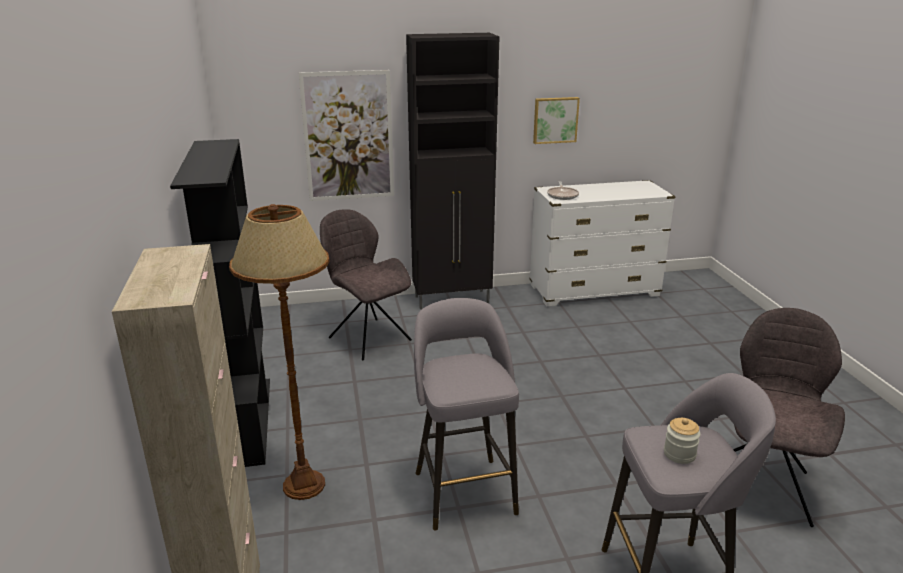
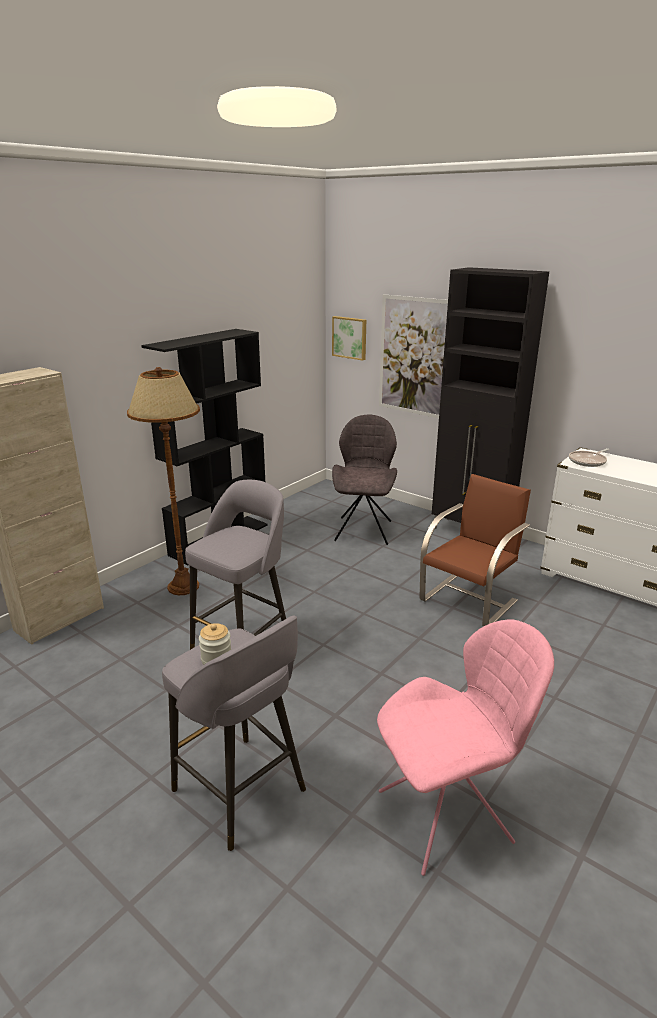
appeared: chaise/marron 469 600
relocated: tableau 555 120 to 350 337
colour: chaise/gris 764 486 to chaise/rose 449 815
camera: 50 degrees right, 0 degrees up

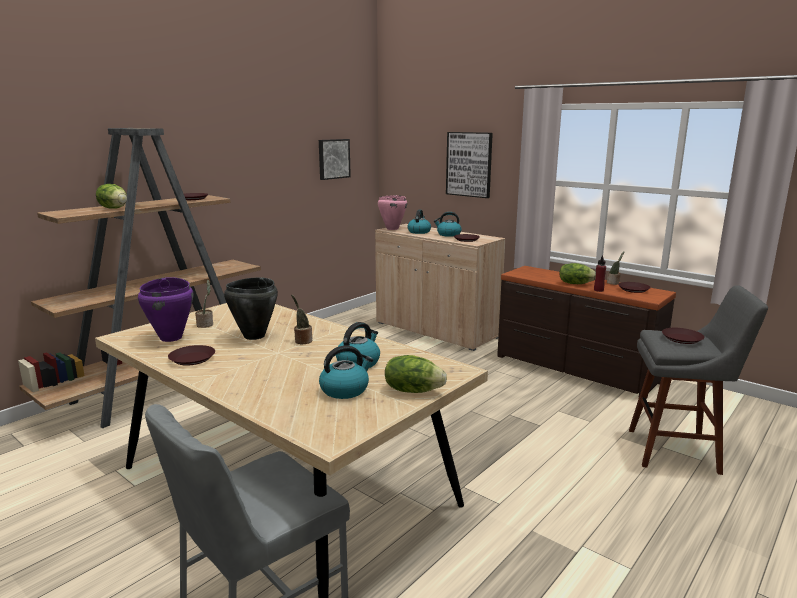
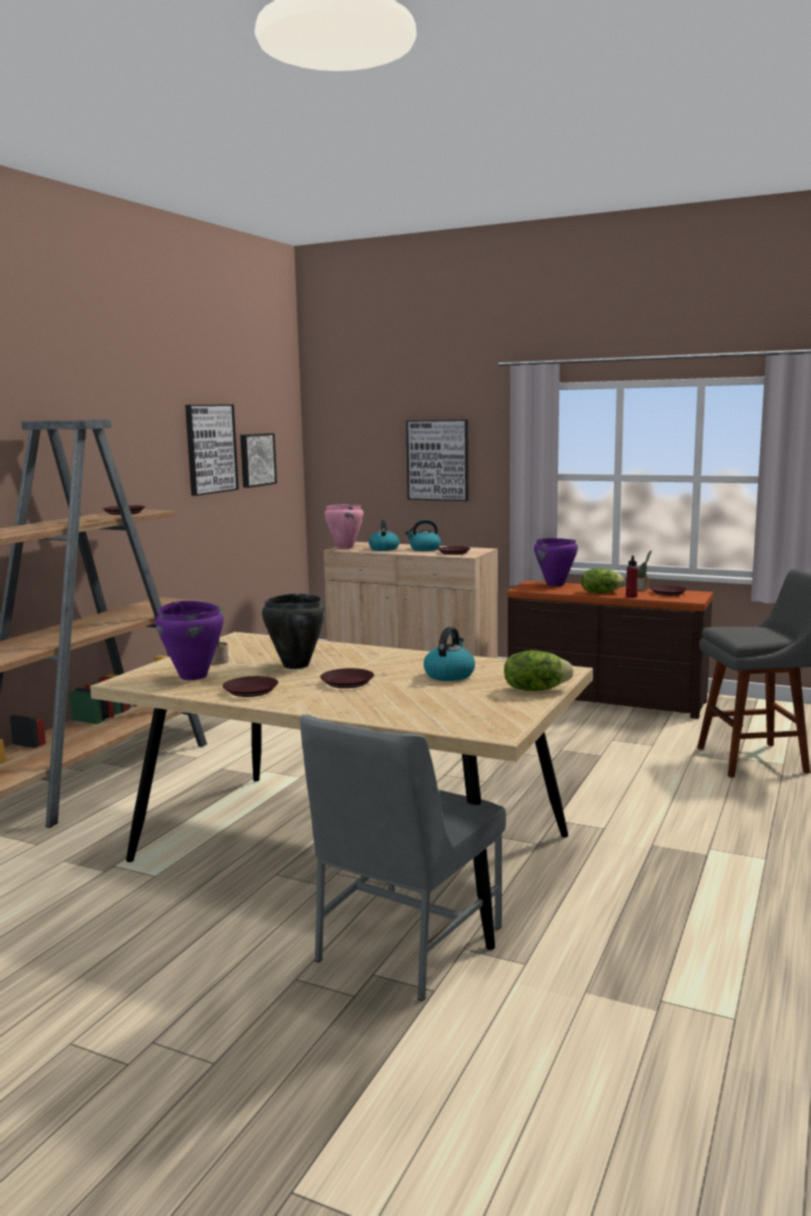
missing: laitue 114 208; plante en pot 302 341; bouilloire 345 389
appeared: tableau 210 449; marmite/violet 555 585
relocated: assiette/marron 682 339 to 347 683
camera: 15 degrees left, 5 degrees down

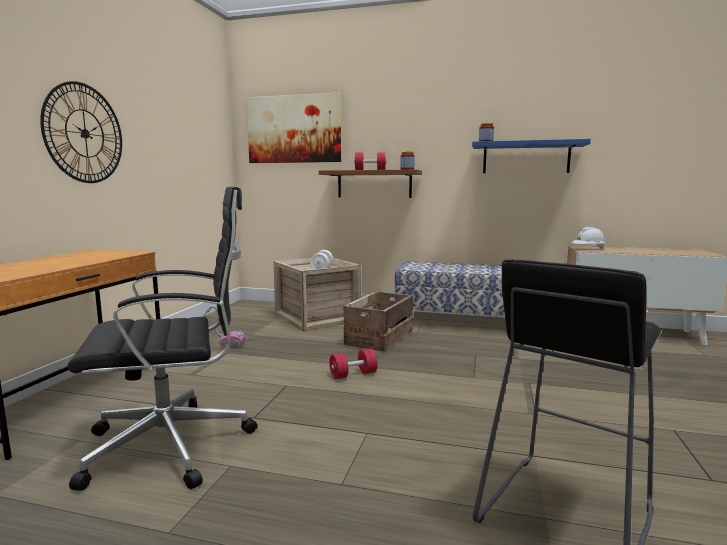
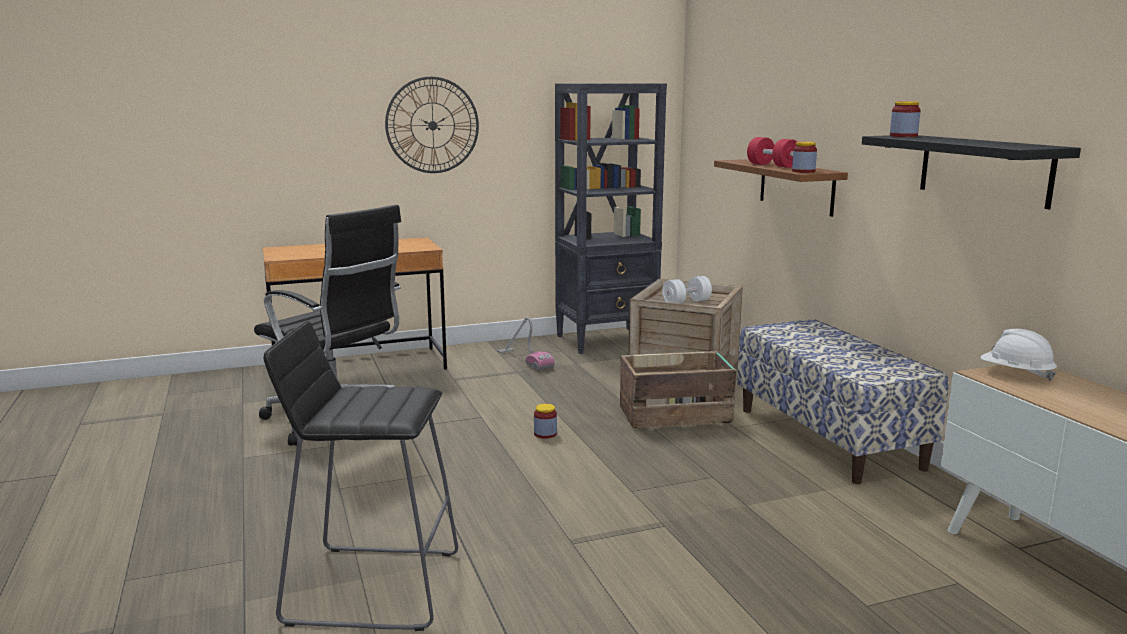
missing: tableau 294 129
appeared: bibliothèque/noir 607 340
exchanged: haltère/rouge 353 375 to bocal 545 434
colour: étagère/bleu 526 158 to étagère/noir 984 169
camera: 55 degrees right, 5 degrees up

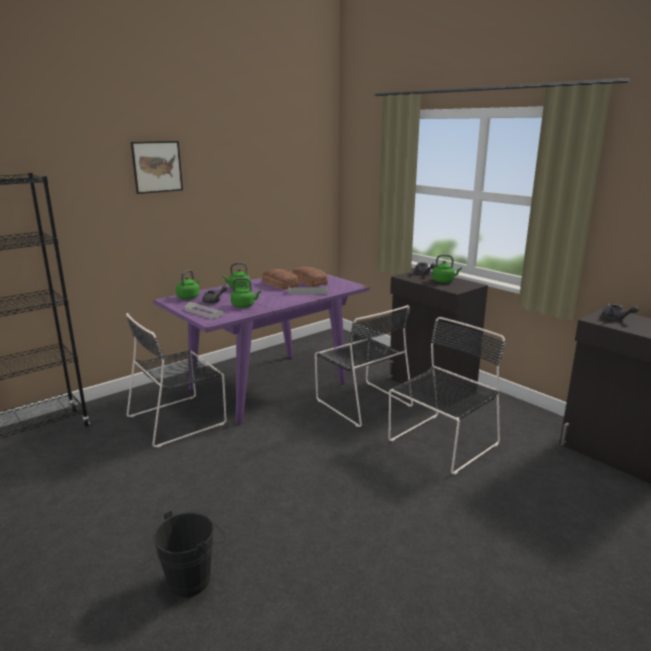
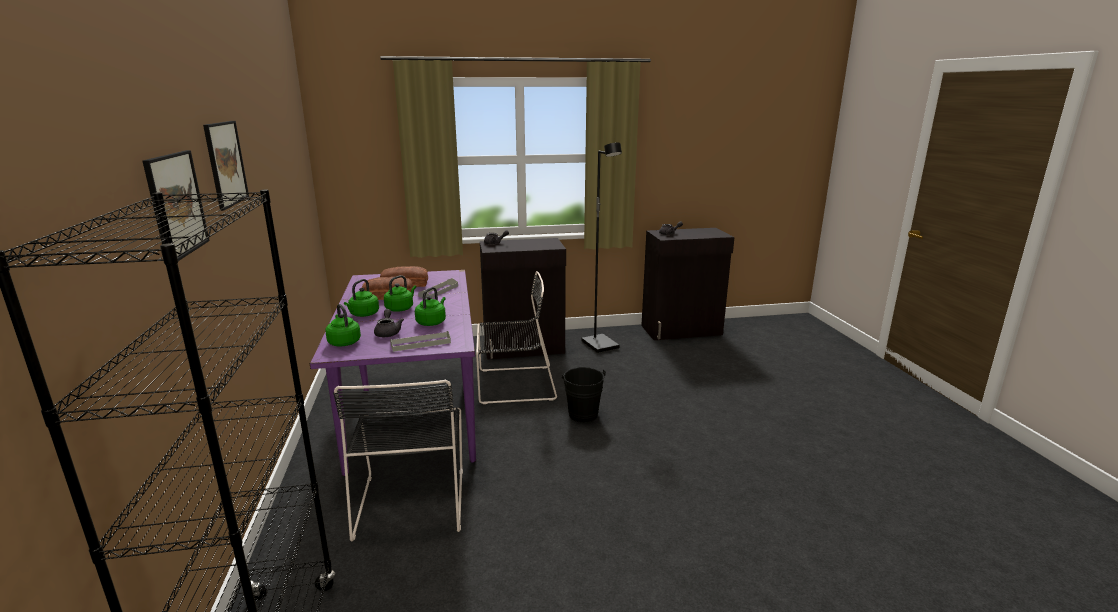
missing: chaise/noir 441 444
appeared: lampadaire/noir 601 345; tableau 176 205
relocated: bouilloire/vert 444 281 to 400 308; seau/noir 193 578 to 582 413
camera: 60 degrees left, 0 degrees up

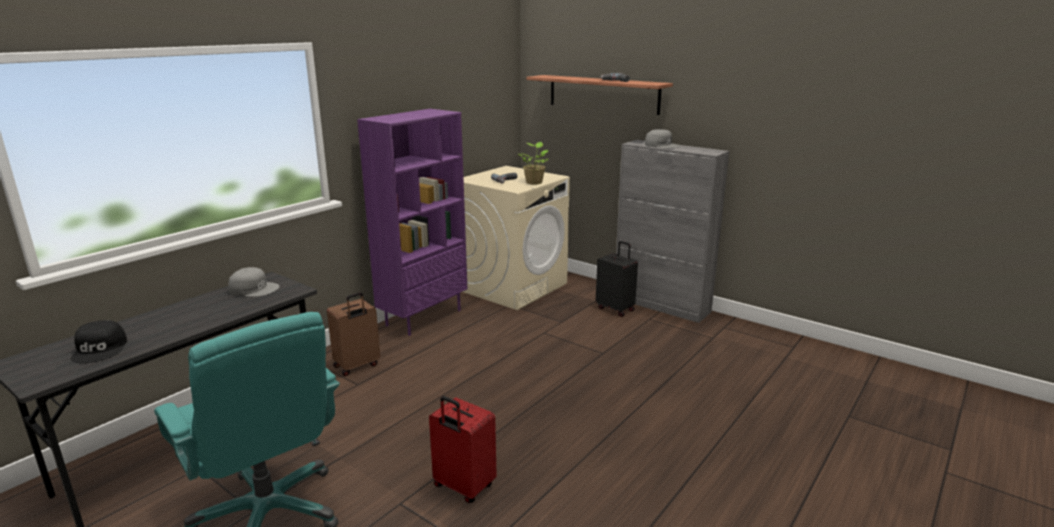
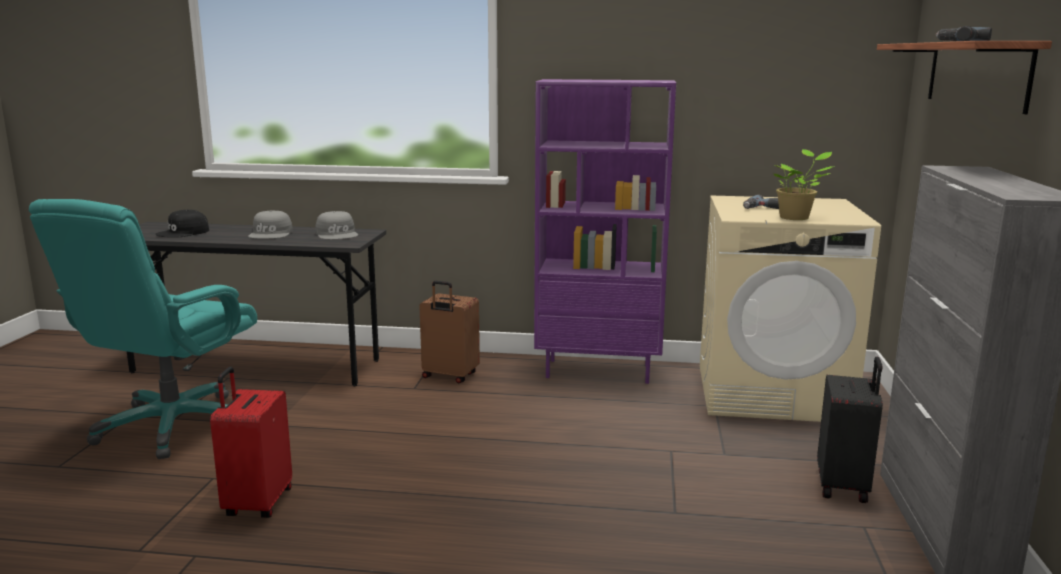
relocated: casquette/gris 662 145 to 271 233
camera: 60 degrees right, 5 degrees down

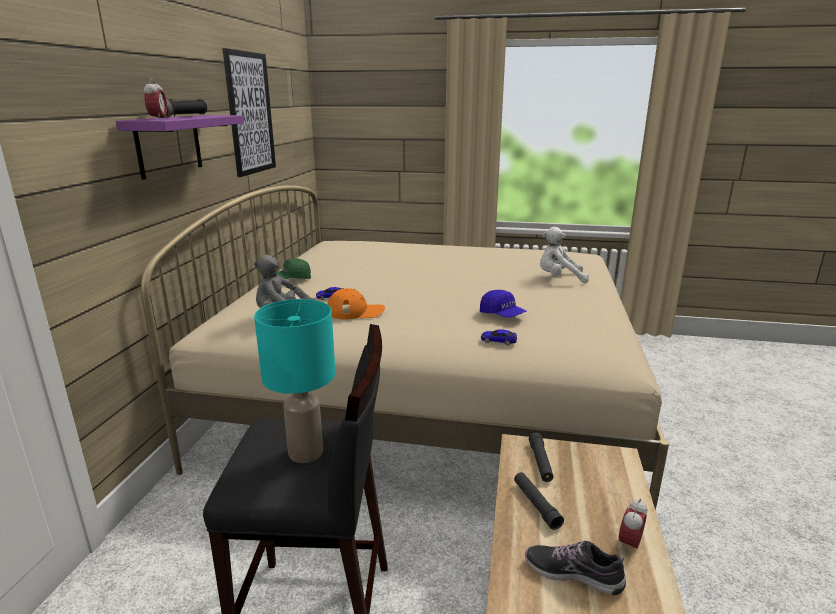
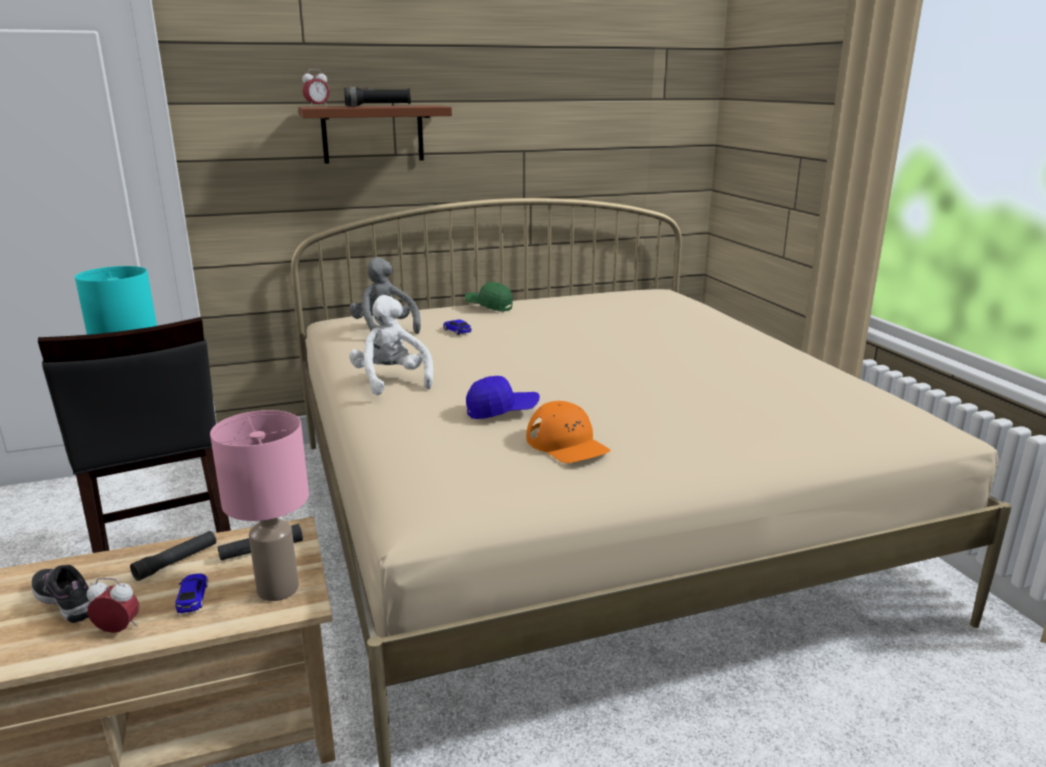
missing: tableau 250 113
appeared: lampe de table/rose 276 589
relocated: peluche/blanc 559 279 to 391 381; casquette/orange 355 311 to 567 444; petite voiture 498 341 to 192 598
colour: étagère/violet 169 145 to étagère/marron 373 134
spun: casquette/bleu 502 315 = 502 411 120 degrees counterclockwise; chaussure 573 574 = 66 601 45 degrees counterclockwise
camera: 60 degrees right, 0 degrees up

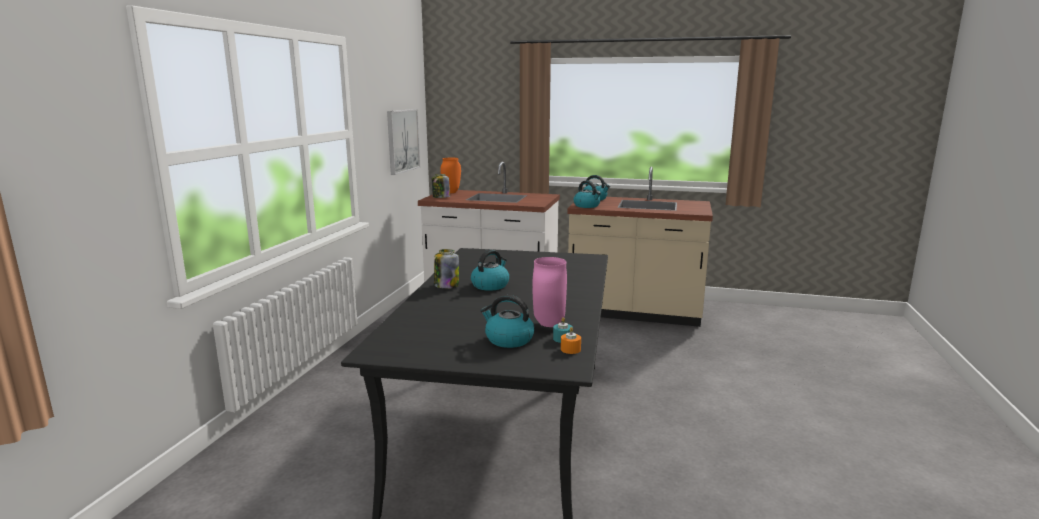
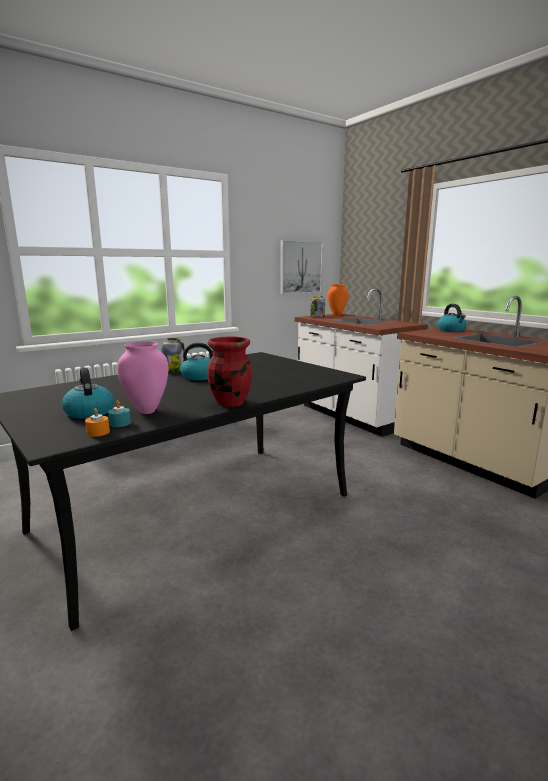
missing: bouilloire 587 206
appeared: vase/rouge 230 403
camera: 40 degrees right, 0 degrees up

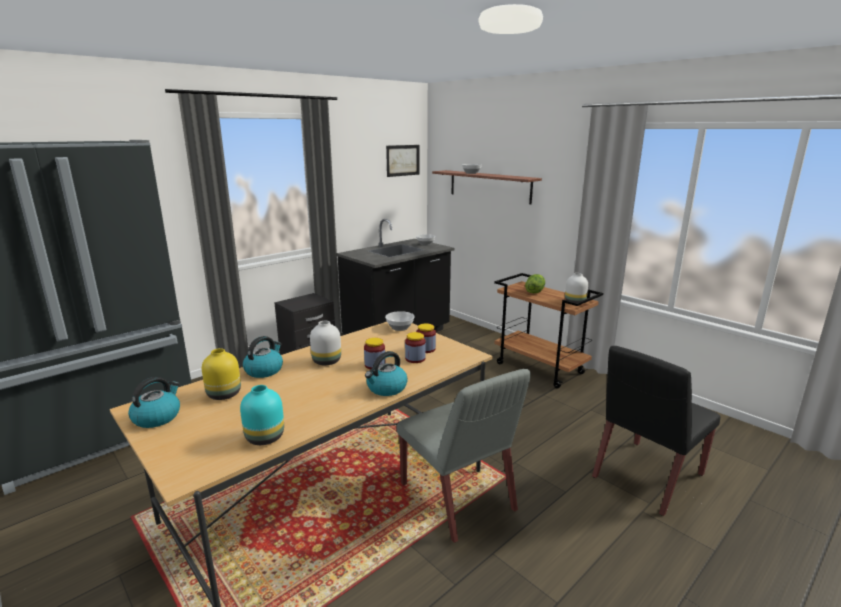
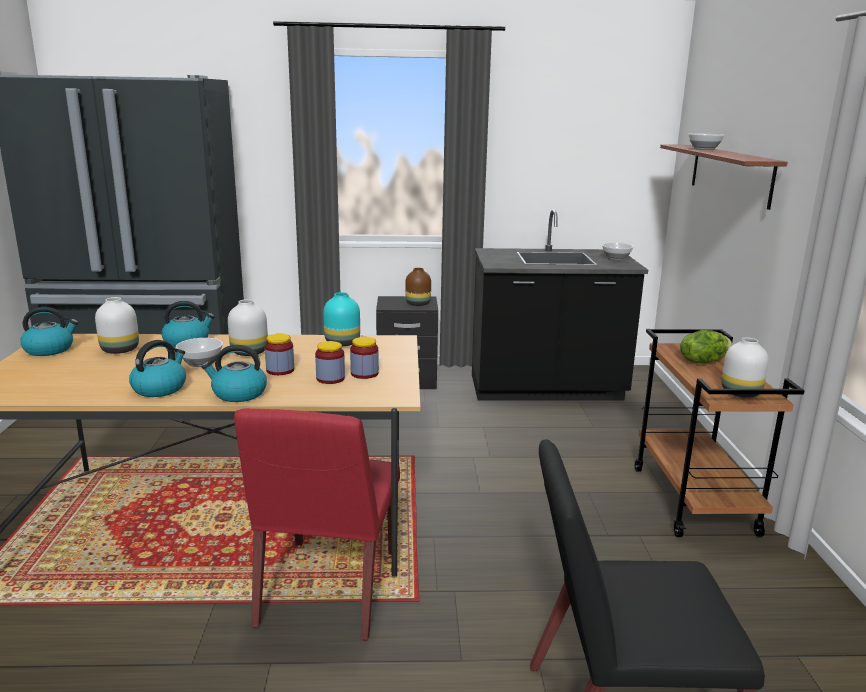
missing: tableau 403 160
appeared: vase/marron 418 304; bouilloire 160 388
relocated: bol 400 327 to 202 362; vase/turquoise 264 437 to 341 343
colour: vase/jaune 223 395 to vase/blanc 119 350; chaise/gris 458 498 to chaise/rouge 328 589
camera: 40 degrees right, 0 degrees up

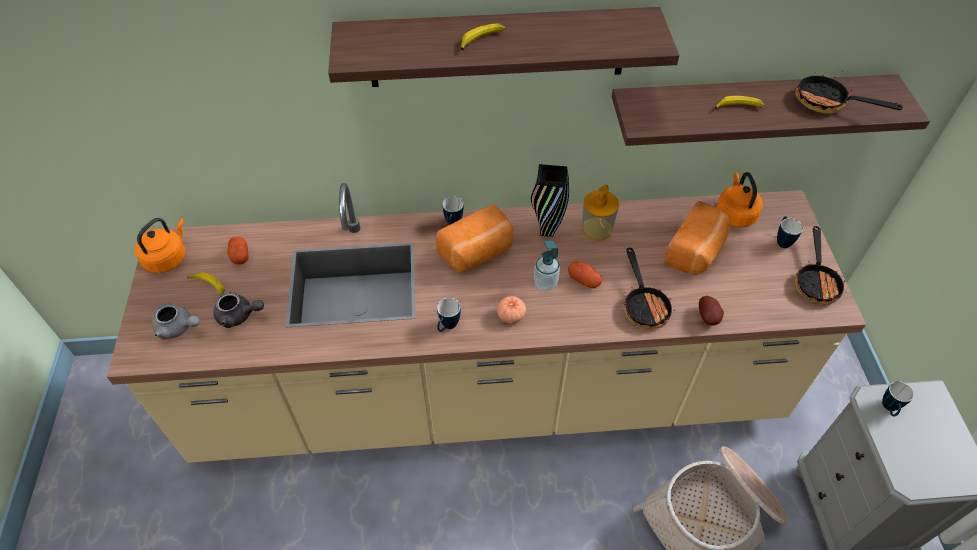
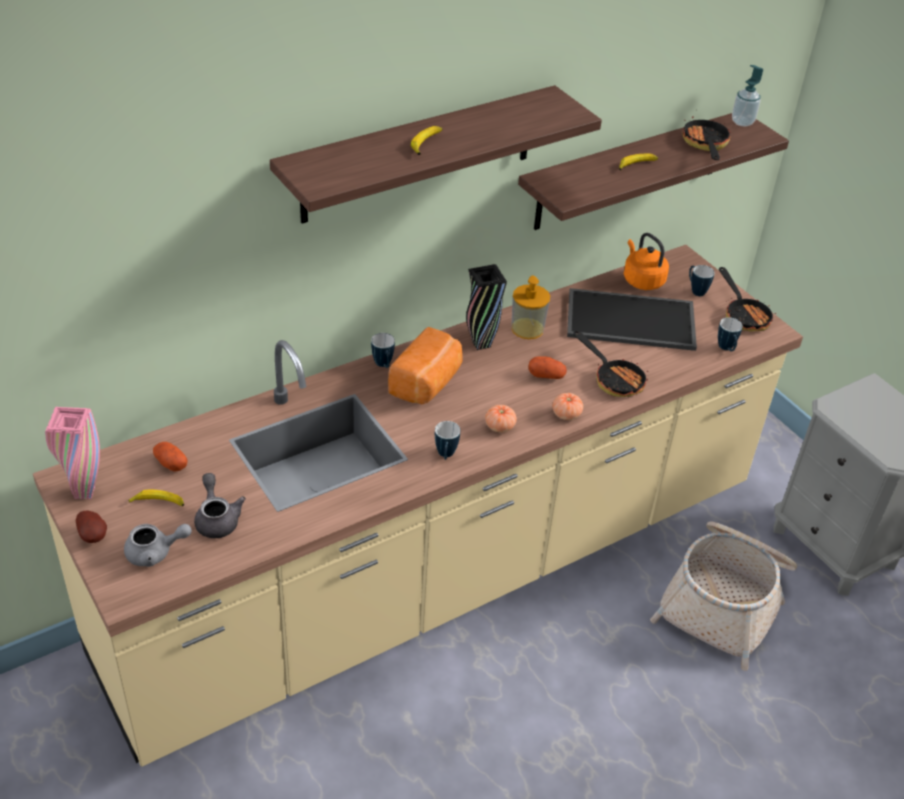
appeared: tomate 566 414
relocated: distributeur de savon 545 283 to 742 122; pomme de terre 708 317 to 94 536; mug 889 409 to 726 349
exchanged: pain 696 252 to plateau 629 321; bouilloire/orange 167 258 to vase/rose 84 492
spun: poêle 828 103 = 705 145 90 degrees clockwise; théière/gris 239 316 = 217 519 90 degrees counterclockwise
camera: 30 degrees left, 10 degrees down

